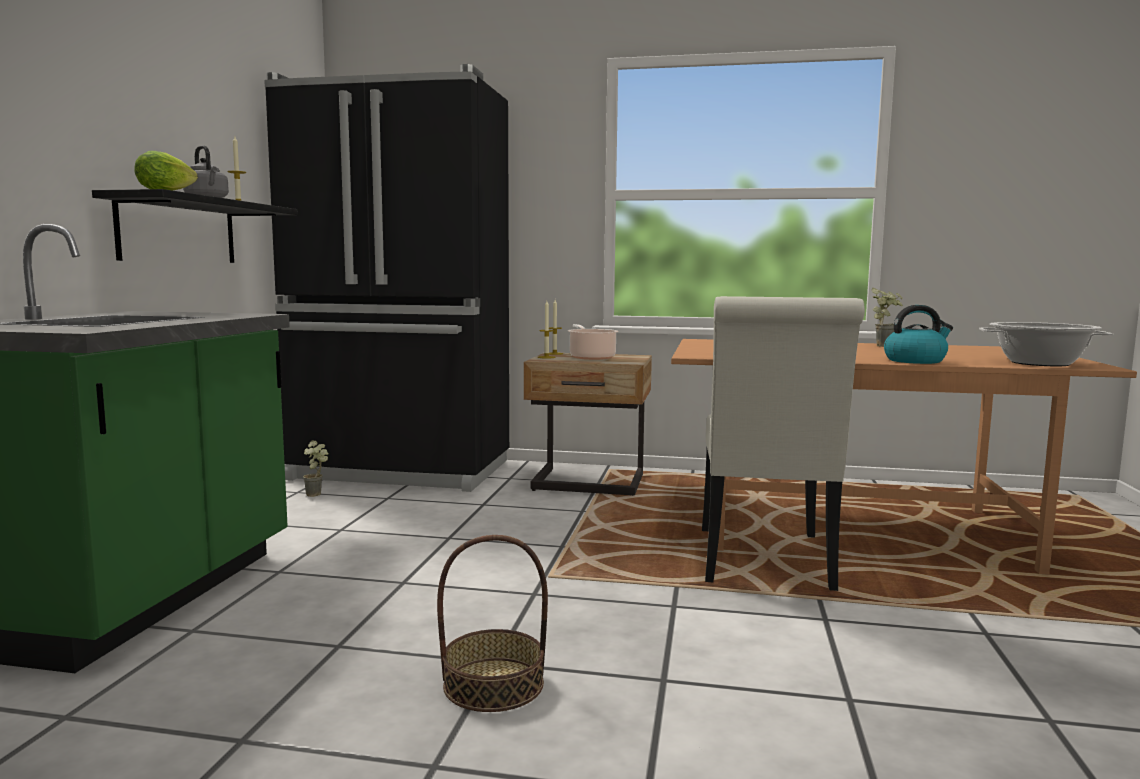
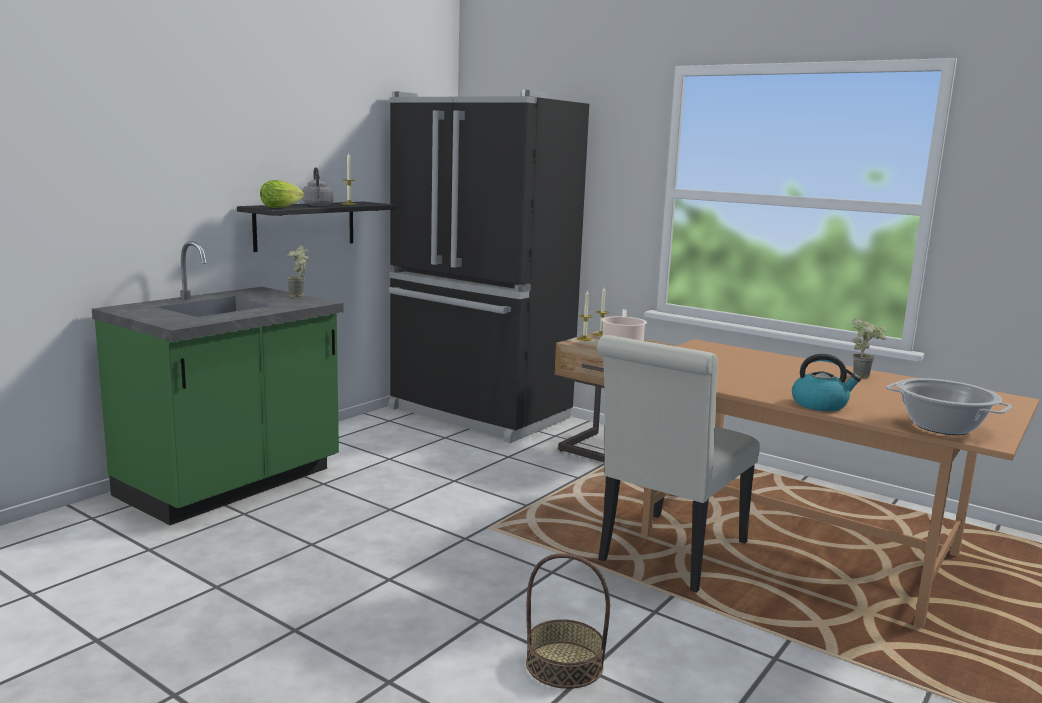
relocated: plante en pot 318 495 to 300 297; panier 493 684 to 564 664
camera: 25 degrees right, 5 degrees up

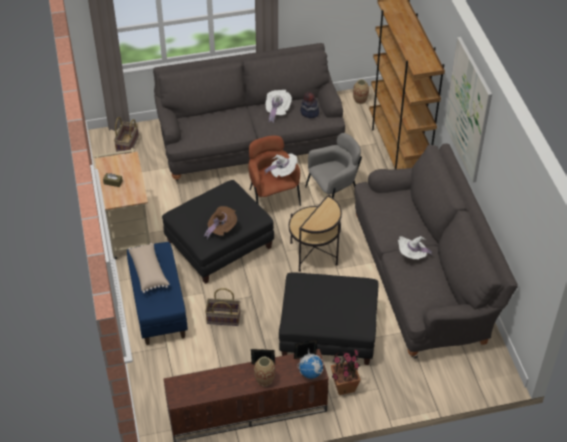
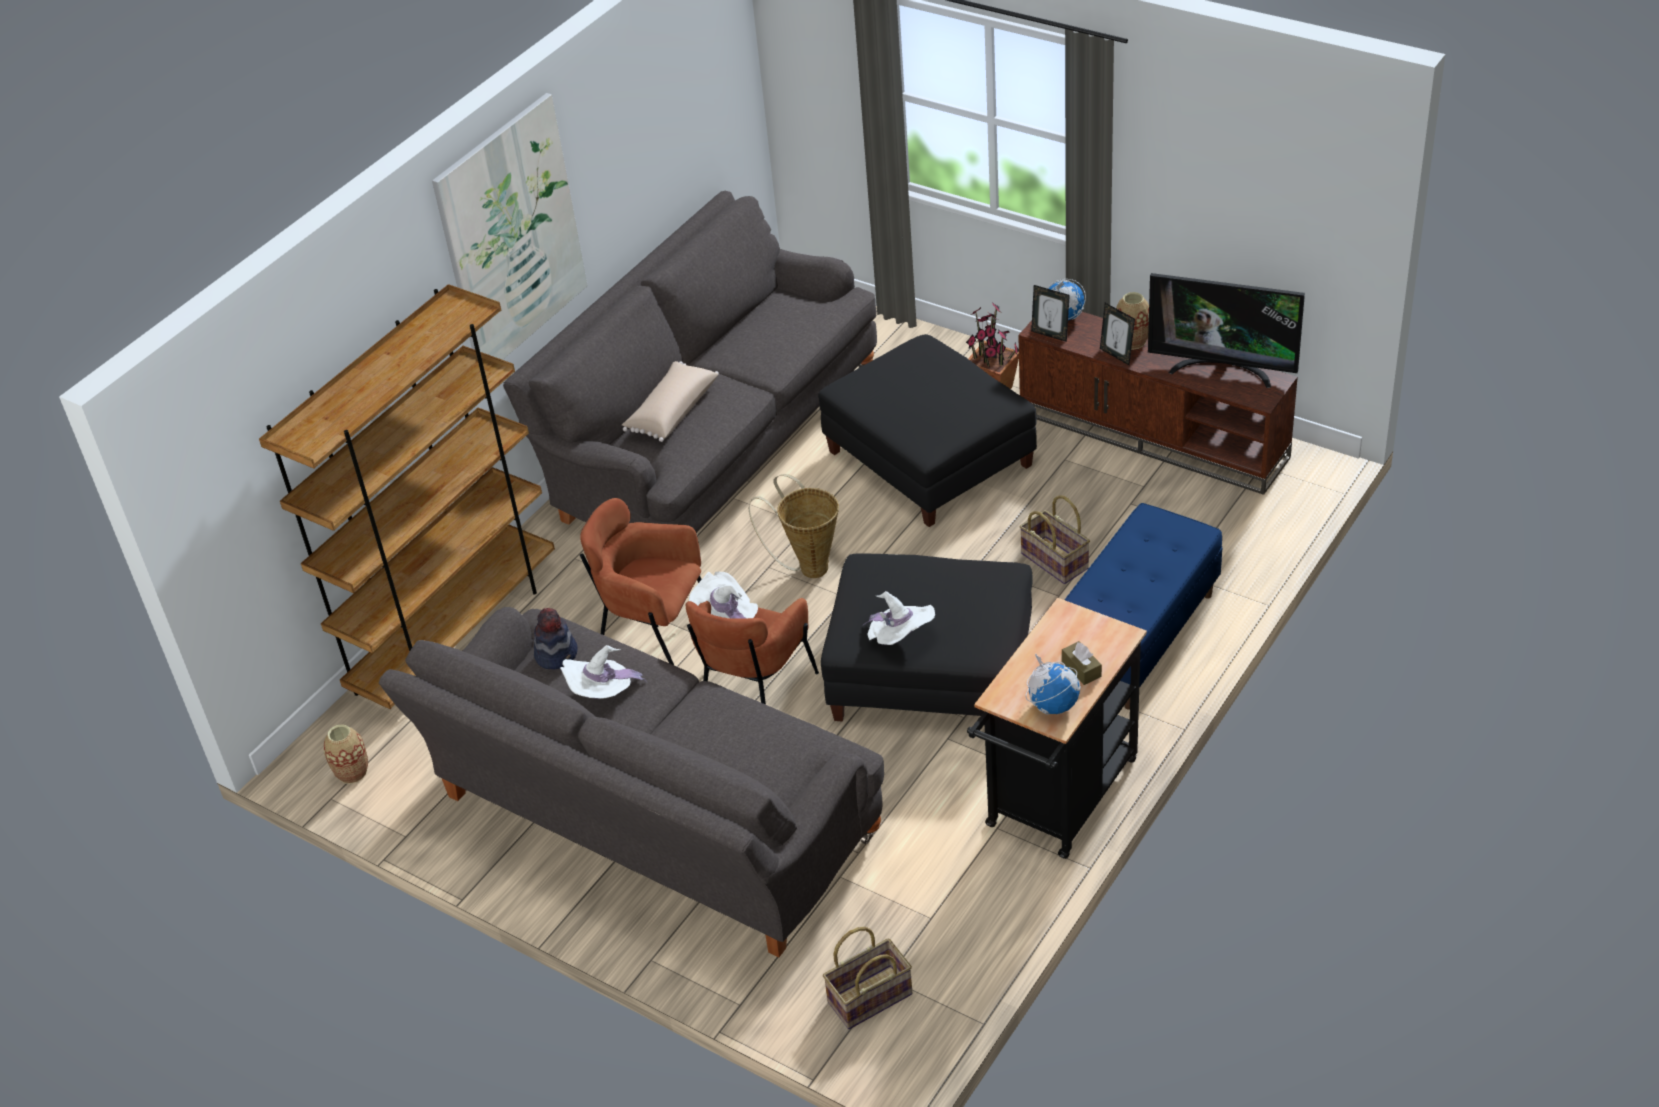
missing: chapeau/marron 221 228
appeared: téléviseur 1222 369; globe 1053 705
relocated: chapeau/blanc 412 255 to 900 639; coussin/beige 149 272 to 671 411
exchanged: table d'appoint 313 253 to panier 809 566
colour: fauteuil/gris 333 195 to fauteuil/marron 654 633; chariot/beige 128 230 to chariot/noir 1057 801
camera: 130 degrees left, 5 degrees down

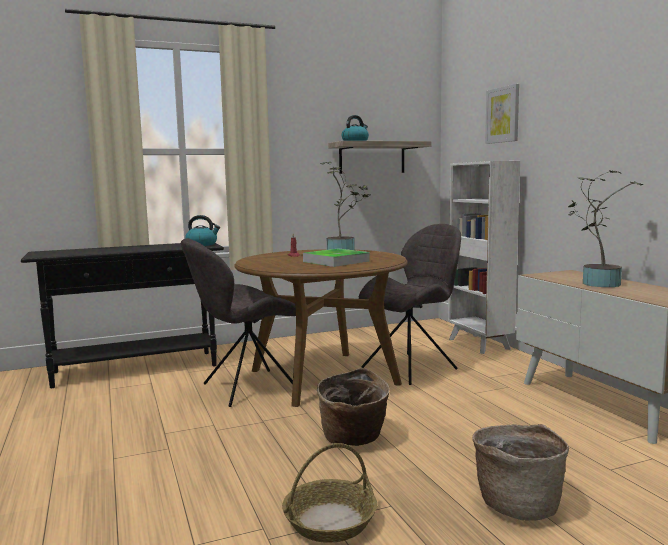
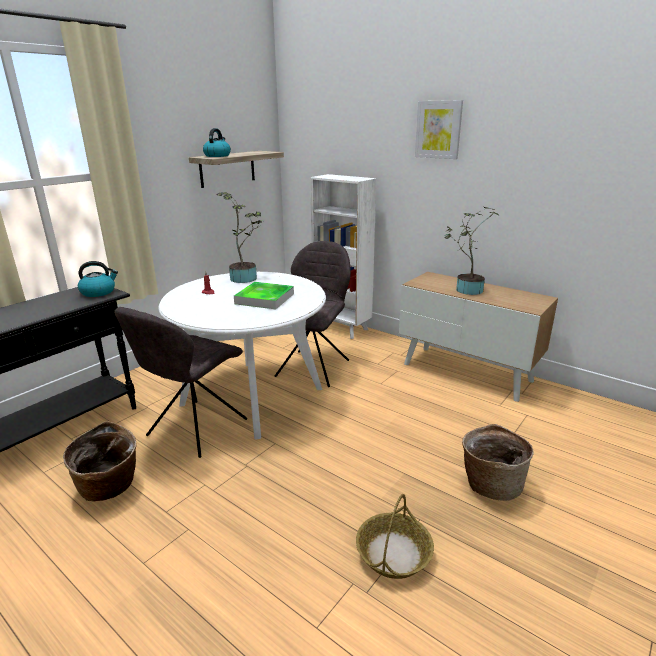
relocated: tableau 503 115 to 438 129; panier 353 439 to 110 487
colour: table à manger/marron 323 377 to table à manger/blanc 252 396
camera: 30 degrees left, 15 degrees up

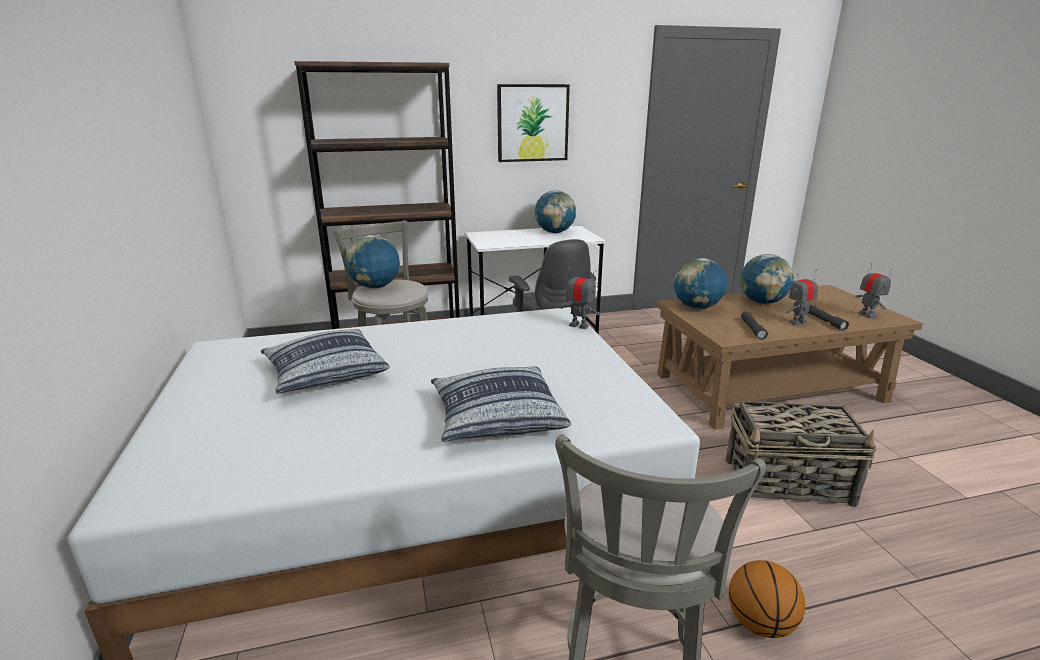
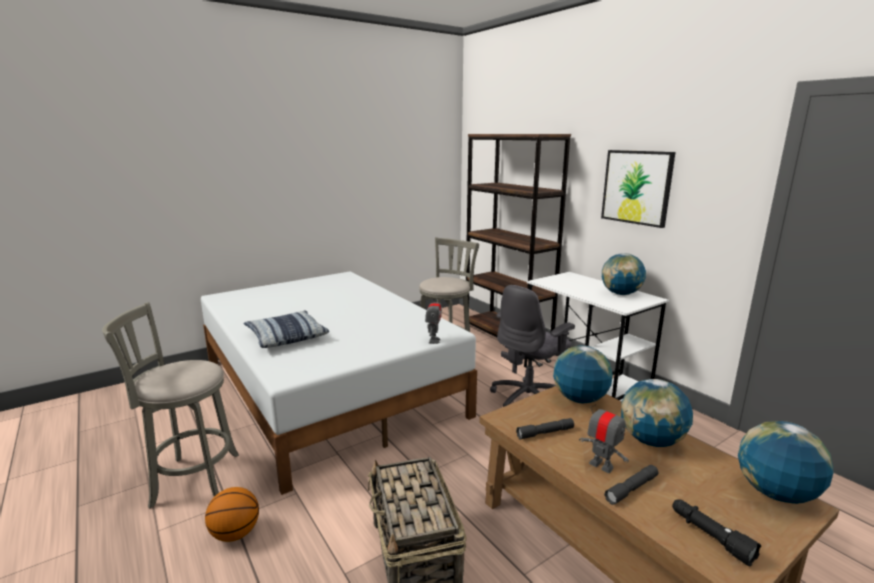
missing: coussin 325 372
relocated: globe 375 287 to 775 493
exchanged: robot jouet 867 315 to lampe de poche/noir 710 537
camera: 70 degrees right, 5 degrees down

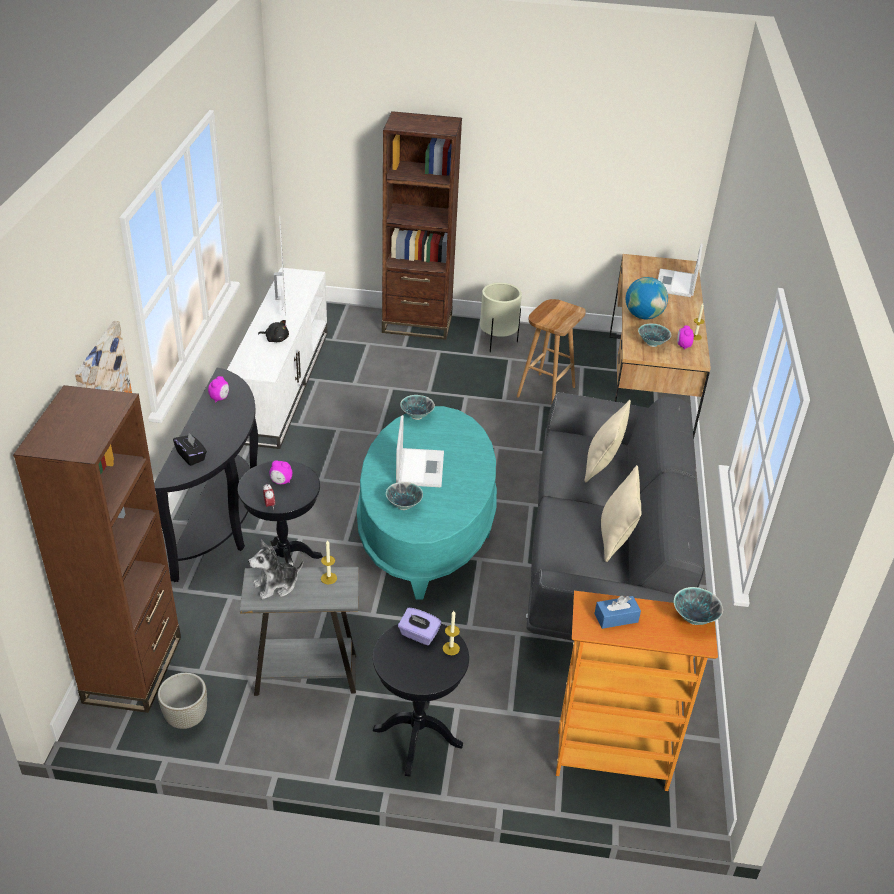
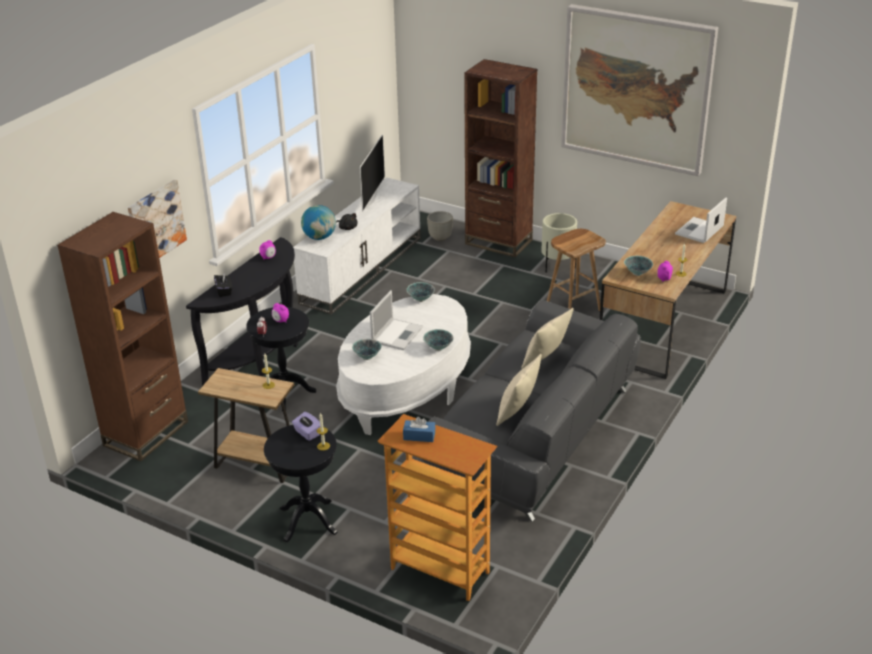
missing: peluche 276 585
appeared: tableau 636 89
relocated: globe 643 316 to 319 237; bol 693 619 to 438 348; cache-pot/gris 186 718 to 440 238
colour: table basse/turquoise 426 528 to table basse/blanc 406 389; table d'appoint/gris 306 675 to table d'appoint/marron 256 464
camera: 25 degrees right, 5 degrees down

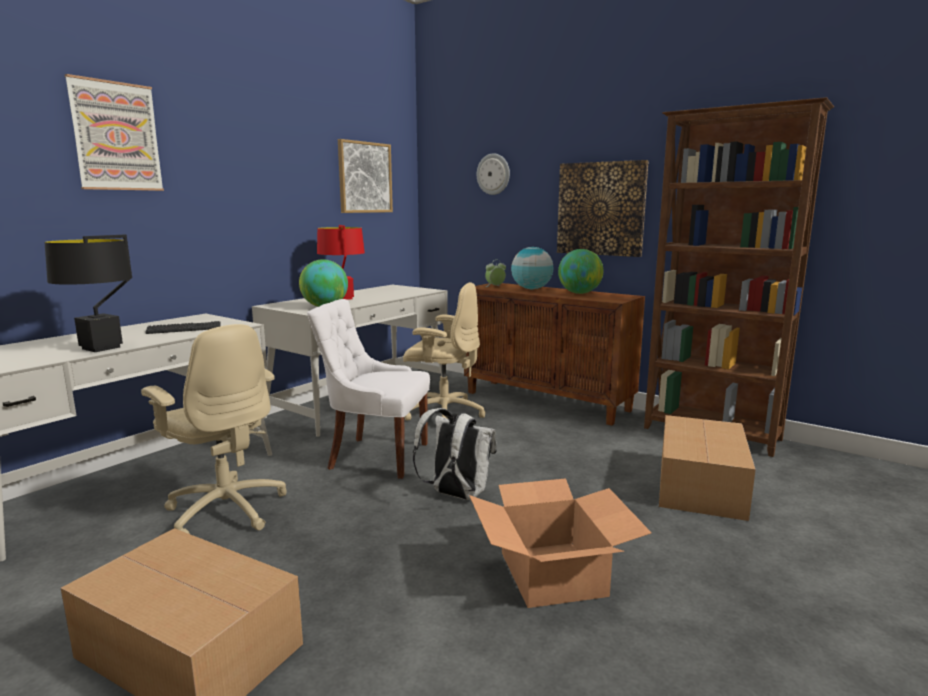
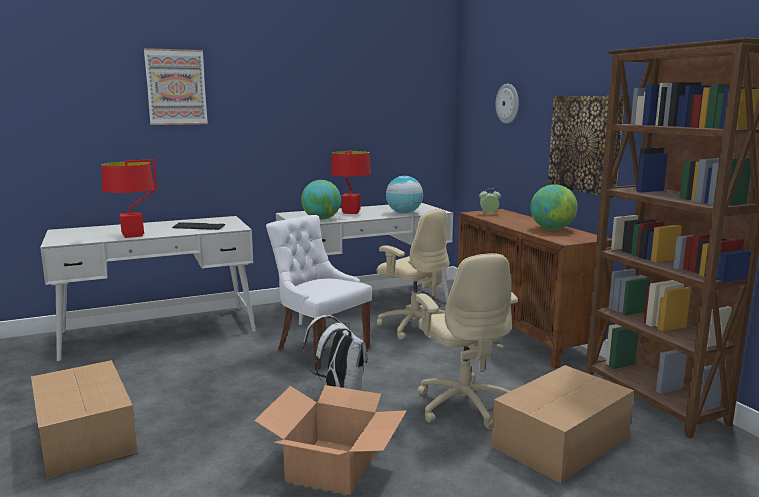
missing: tableau 365 177
relocated: globe 531 289 to 404 213; chaise de bureau/beige 226 509 to 463 404
colour: lampe de table/noir 102 348 to lampe de table/rouge 133 235
camera: 30 degrees right, 0 degrees up

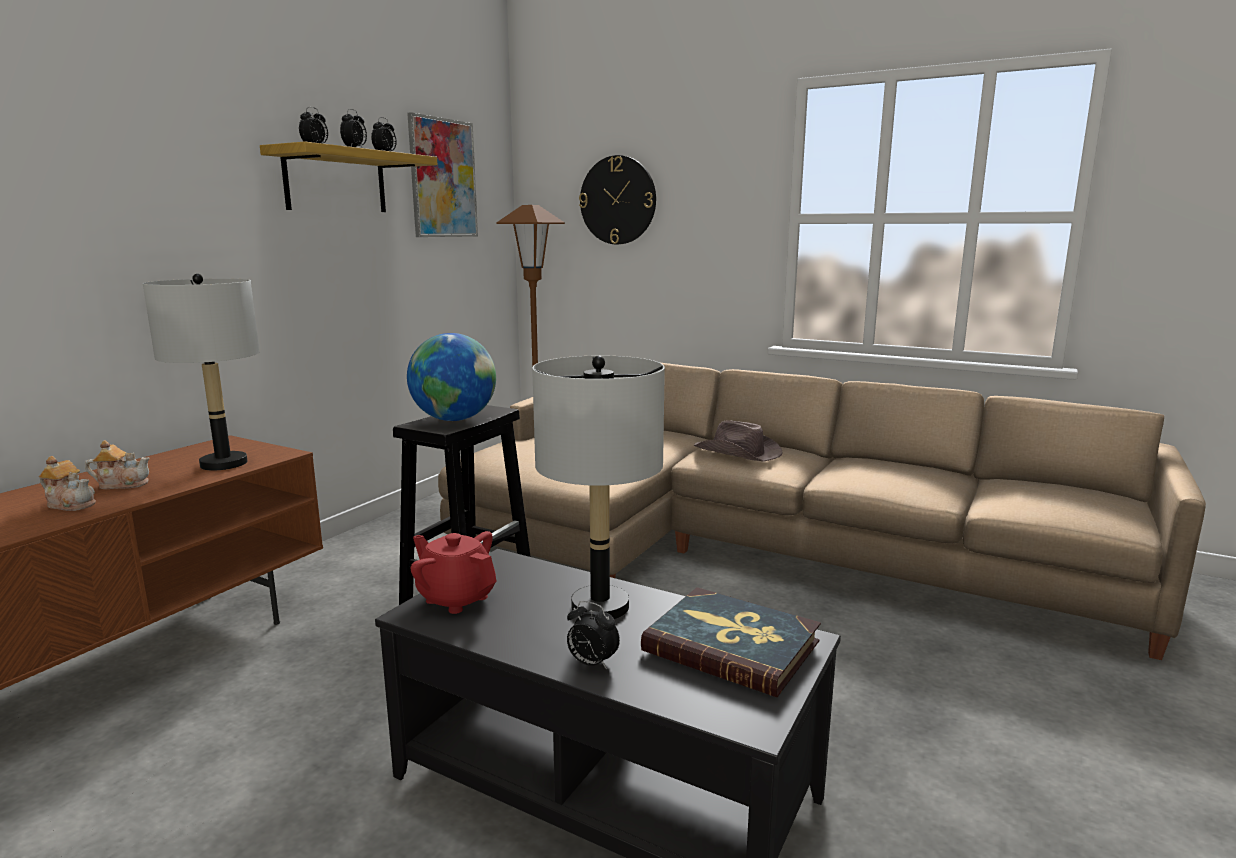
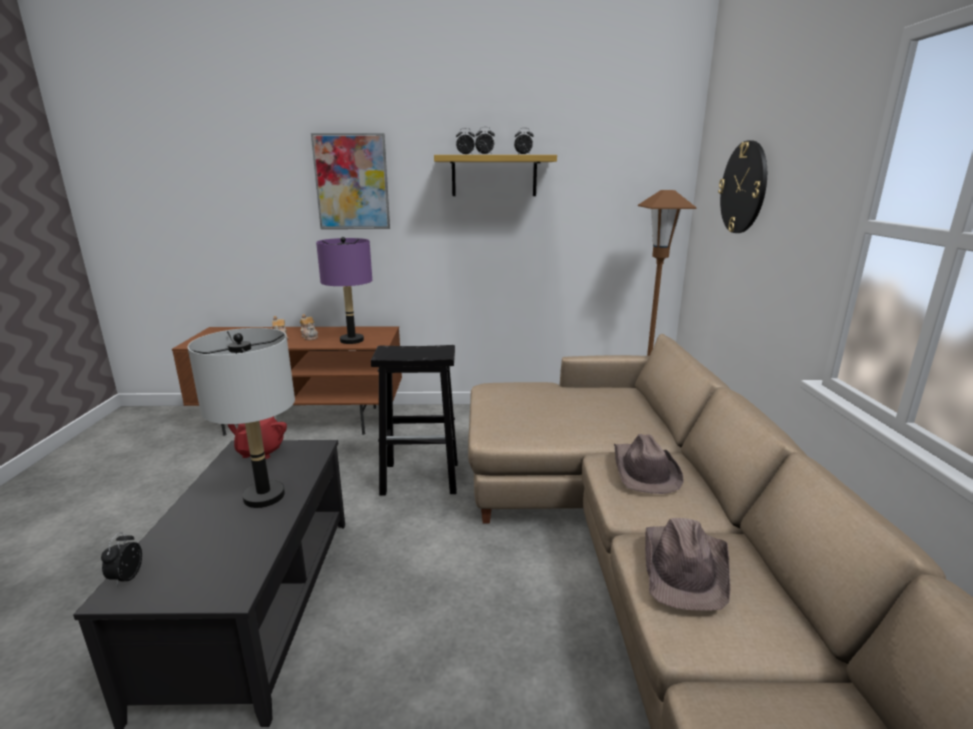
missing: globe 454 419; livre 732 646
appeared: chapeau/marron 685 567
relocated: tableau 443 178 to 352 182; réveil 591 663 to 126 577
colour: lampe de table/gris 224 464 to lampe de table/violet 351 340
camera: 60 degrees right, 5 degrees up

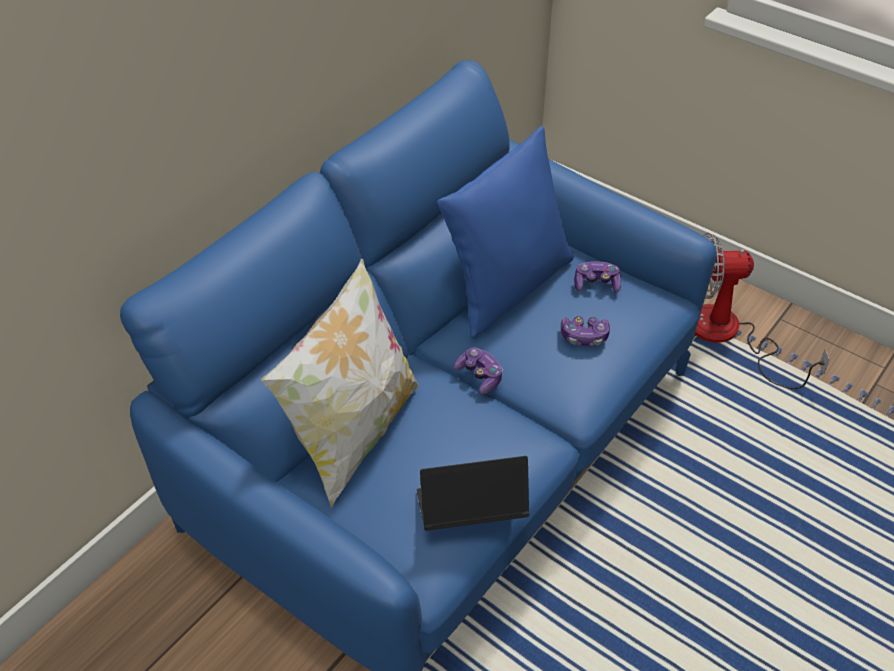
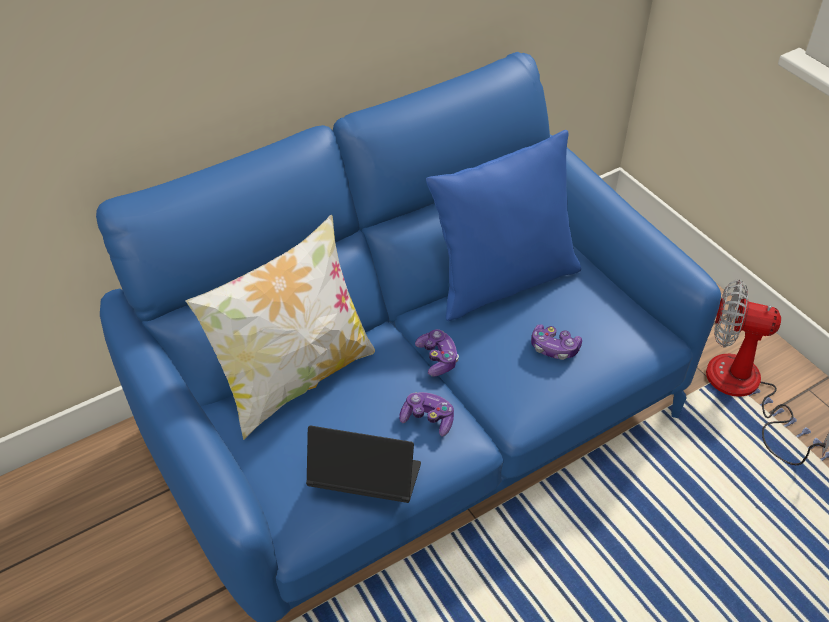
relocated: manette 596 284 to 428 419
camera: 20 degrees right, 0 degrees up

